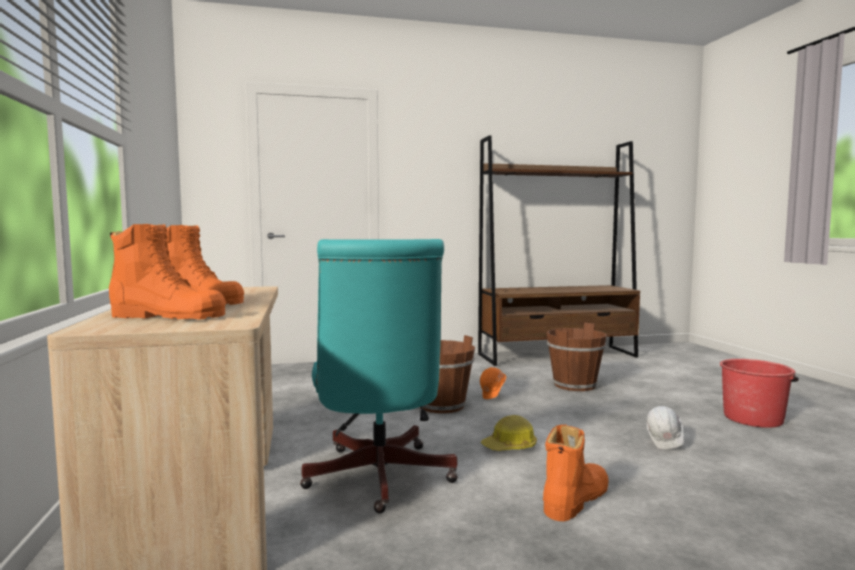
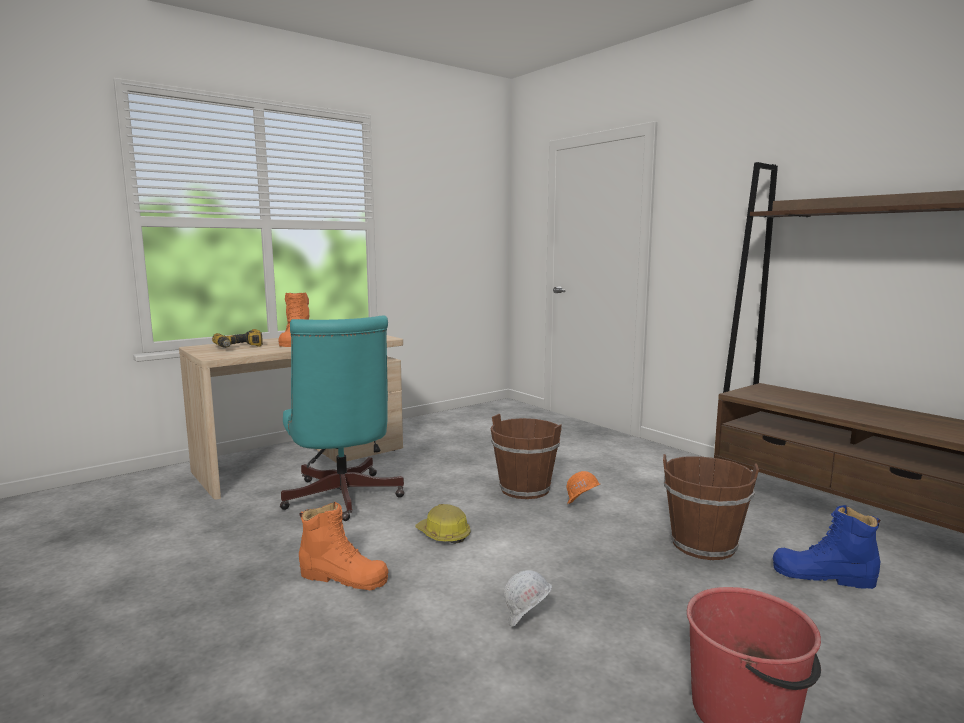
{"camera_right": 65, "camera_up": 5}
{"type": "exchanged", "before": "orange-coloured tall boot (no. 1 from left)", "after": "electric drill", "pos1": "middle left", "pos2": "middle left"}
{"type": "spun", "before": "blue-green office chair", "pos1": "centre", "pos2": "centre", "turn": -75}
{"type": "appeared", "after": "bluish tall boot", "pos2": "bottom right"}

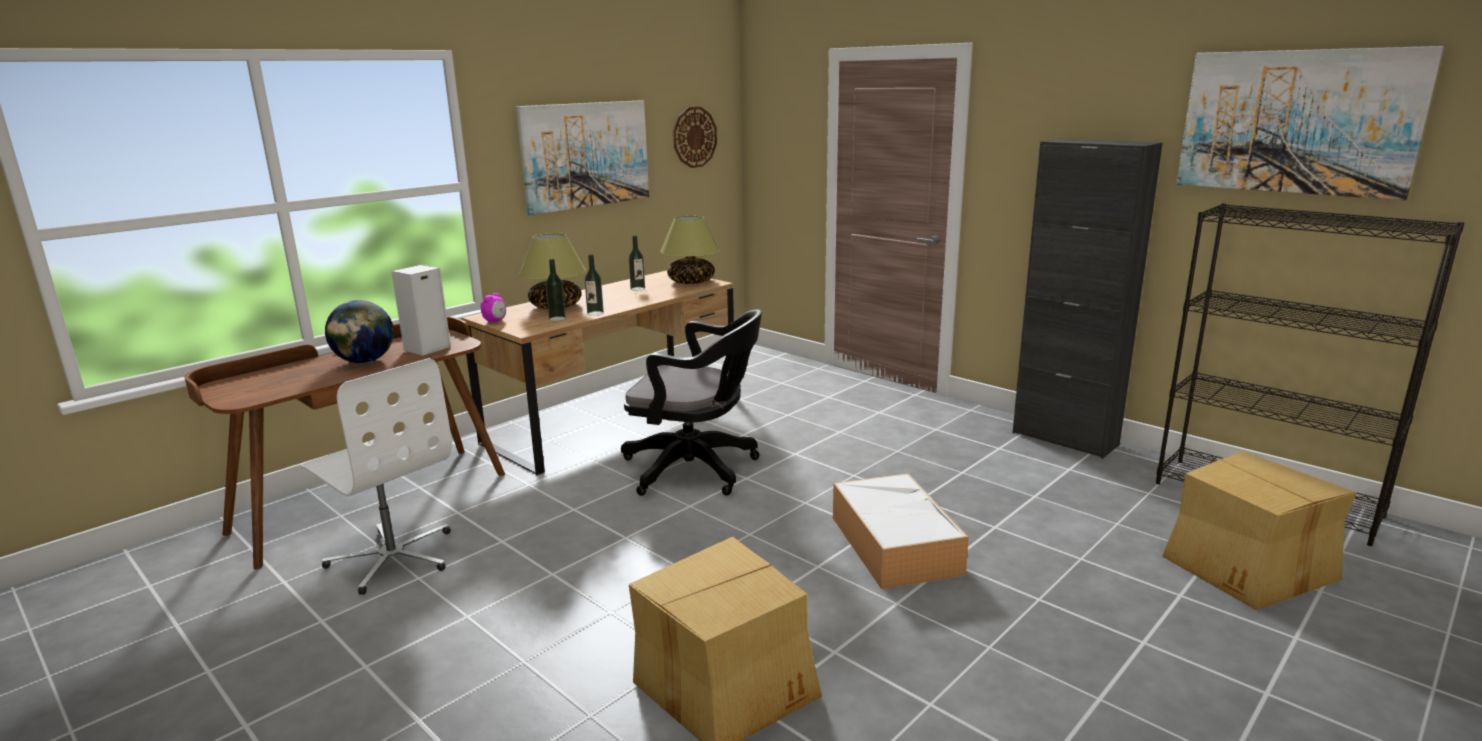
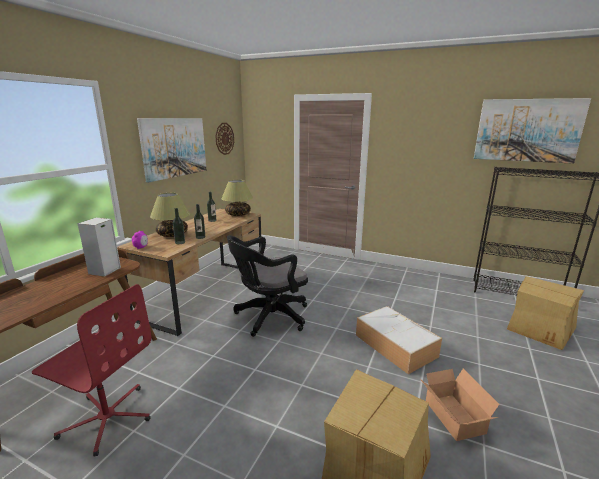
{"camera_right": -20, "camera_up": 0}
{"type": "missing", "before": "black-coloured cupboard", "pos1": "middle right"}
{"type": "missing", "before": "world globe", "pos1": "middle left"}
{"type": "spun", "before": "black-coloured office chair", "pos1": "centre", "pos2": "centre", "turn": 150}
{"type": "colour", "before": "white-coloured office chair", "after": "reddish office chair", "pos1": "middle left", "pos2": "bottom left"}
{"type": "appeared", "after": "packing box (no. 2 from left)", "pos2": "bottom right"}

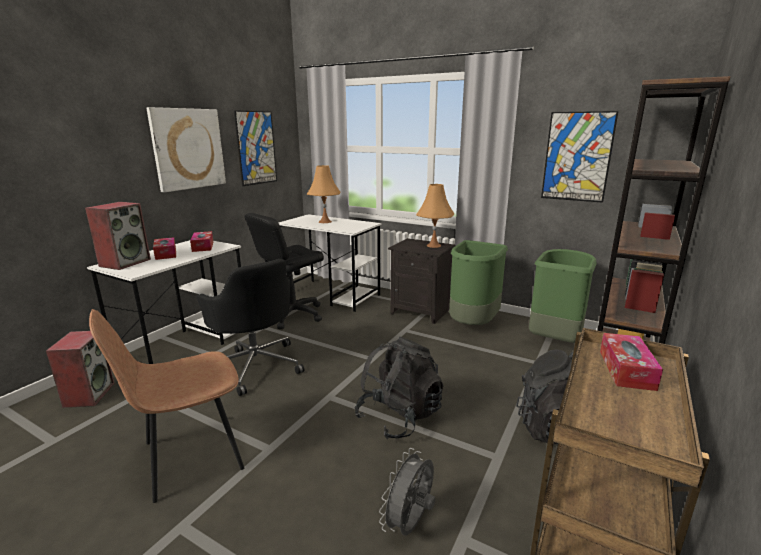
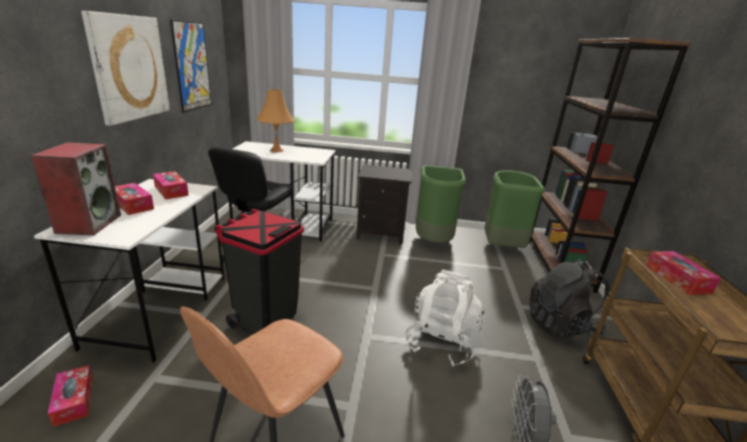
{"camera_right": -25, "camera_up": 5}
{"type": "missing", "before": "wall art (no. 3 from left)", "pos1": "top right"}
{"type": "missing", "before": "orange-coloured lamp for a table (no. 2 from left)", "pos1": "centre"}
{"type": "exchanged", "before": "black-coloured office chair (no. 1 from left)", "after": "black-coloured waste bin", "pos1": "middle left", "pos2": "centre"}
{"type": "exchanged", "before": "loudspeaker (no. 1 from left)", "after": "tissue box (no. 1 from left)", "pos1": "middle left", "pos2": "bottom left"}
{"type": "colour", "before": "black-coloured knapsack (no. 1 from left)", "after": "white-coloured knapsack", "pos1": "bottom centre", "pos2": "bottom centre"}

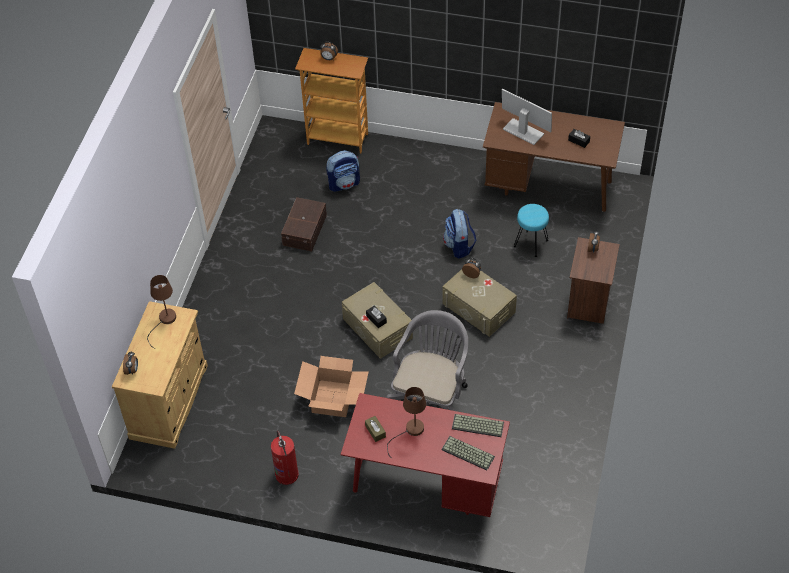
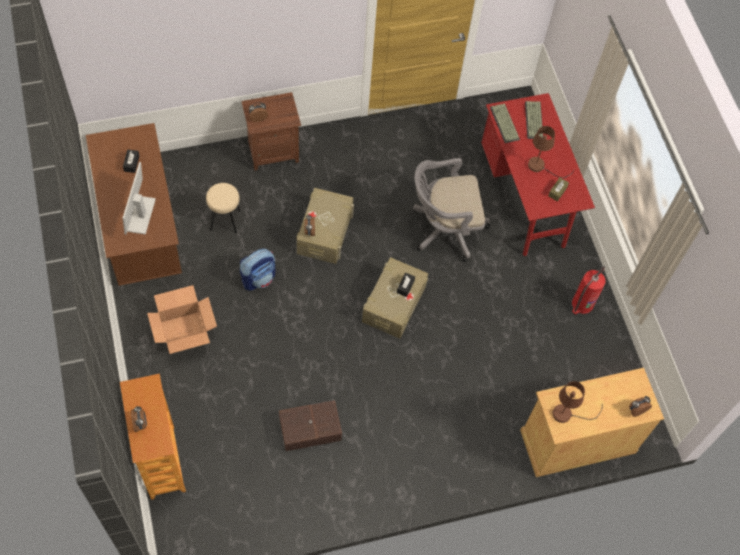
{"camera_right": -125, "camera_up": 10}
{"type": "missing", "before": "knapsack (no. 1 from left)", "pos1": "top centre"}
{"type": "colour", "before": "blue-green stool", "after": "sand-coloured stool", "pos1": "middle right", "pos2": "middle left"}
{"type": "relocated", "before": "packing box", "pos1": "bottom centre", "pos2": "middle left"}

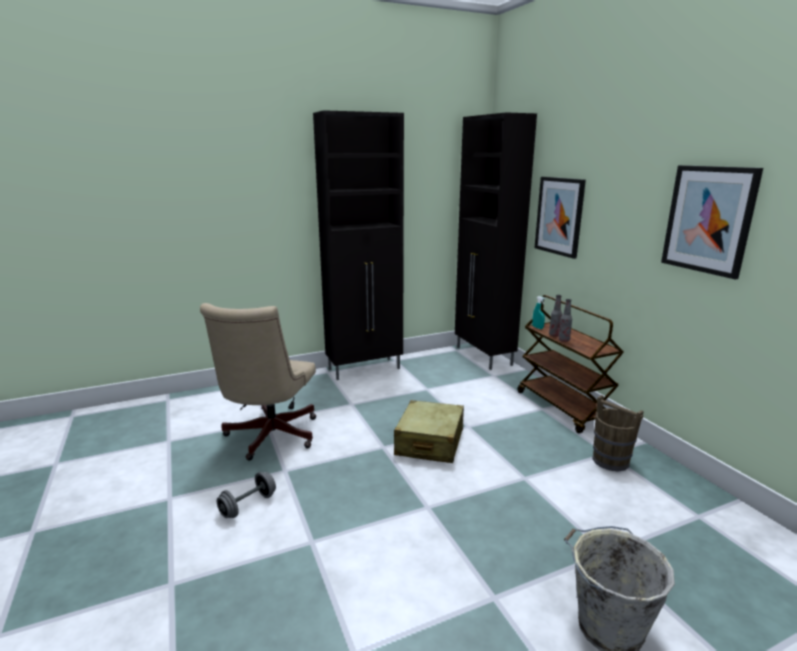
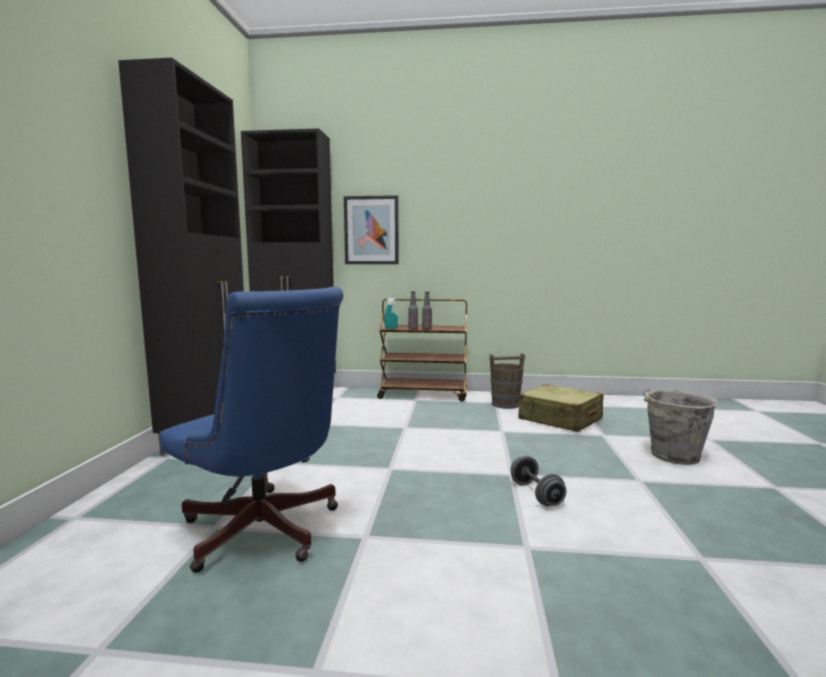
{"camera_right": -60, "camera_up": -10}
{"type": "missing", "before": "wall art (no. 2 from left)", "pos1": "middle right"}
{"type": "colour", "before": "sand-coloured office chair", "after": "bluish office chair", "pos1": "middle left", "pos2": "middle left"}
{"type": "relocated", "before": "sand-coloured piece of luggage", "pos1": "centre", "pos2": "middle right"}
{"type": "relocated", "before": "gray hand weight", "pos1": "bottom left", "pos2": "bottom centre"}

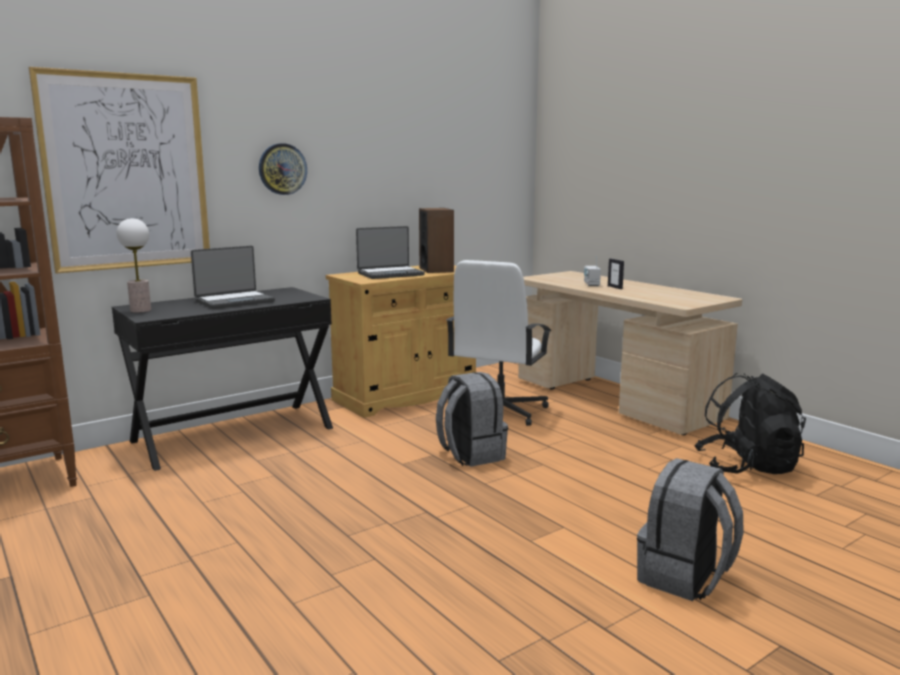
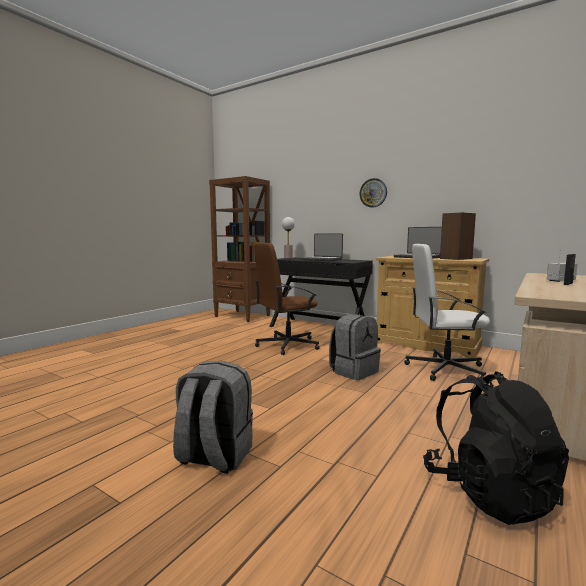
{"camera_right": 70, "camera_up": -5}
{"type": "missing", "before": "wall art", "pos1": "top left"}
{"type": "appeared", "after": "brown-coloured office chair", "pos2": "centre"}

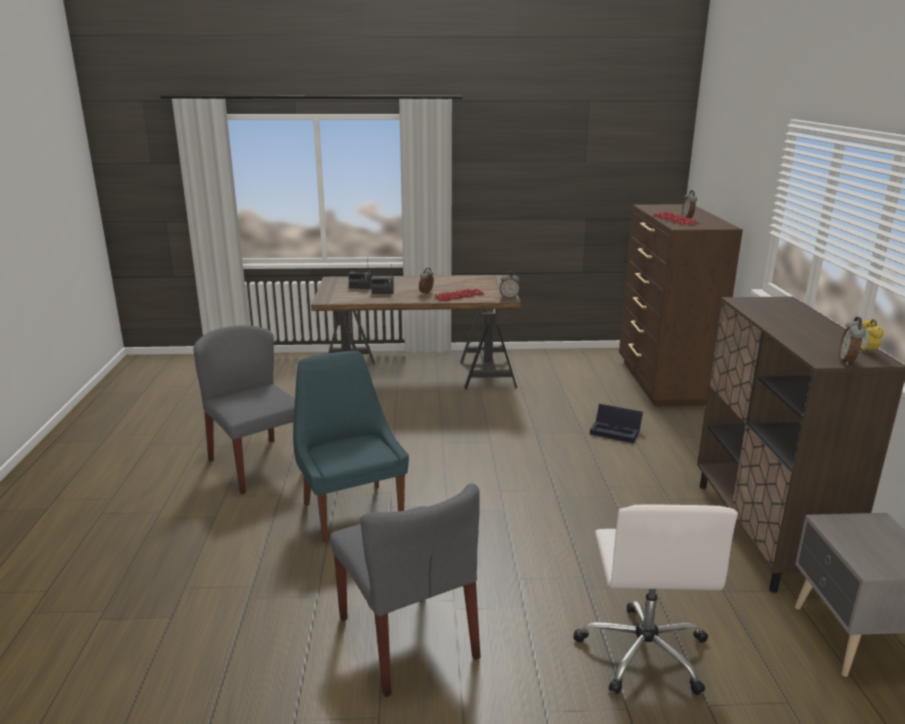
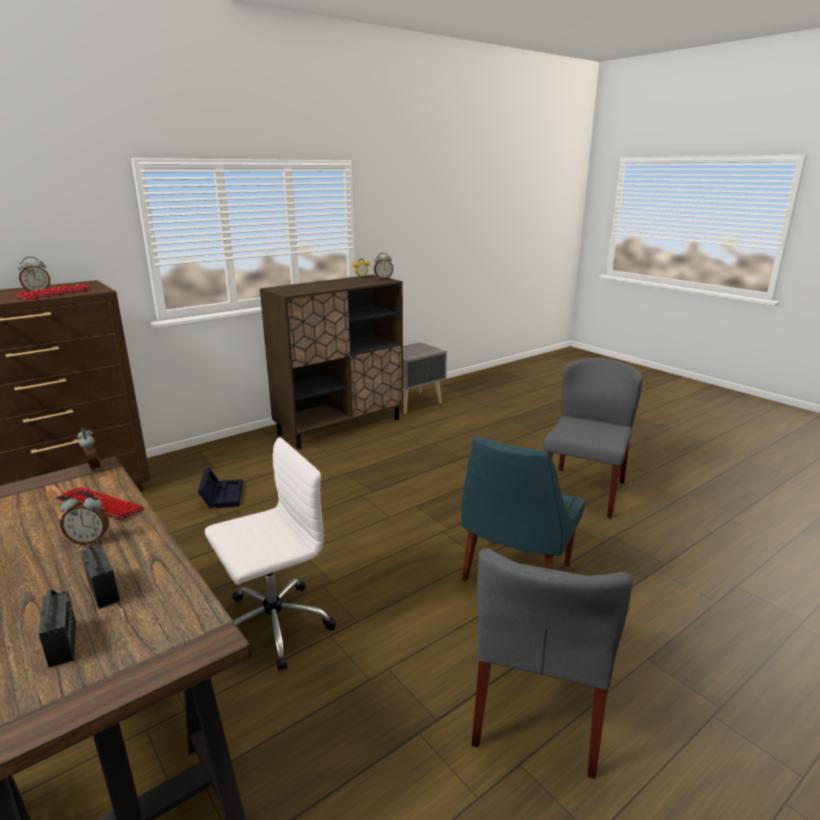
{"camera_right": -125, "camera_up": 0}
{"type": "relocated", "before": "white-coloured office chair", "pos1": "bottom right", "pos2": "bottom left"}

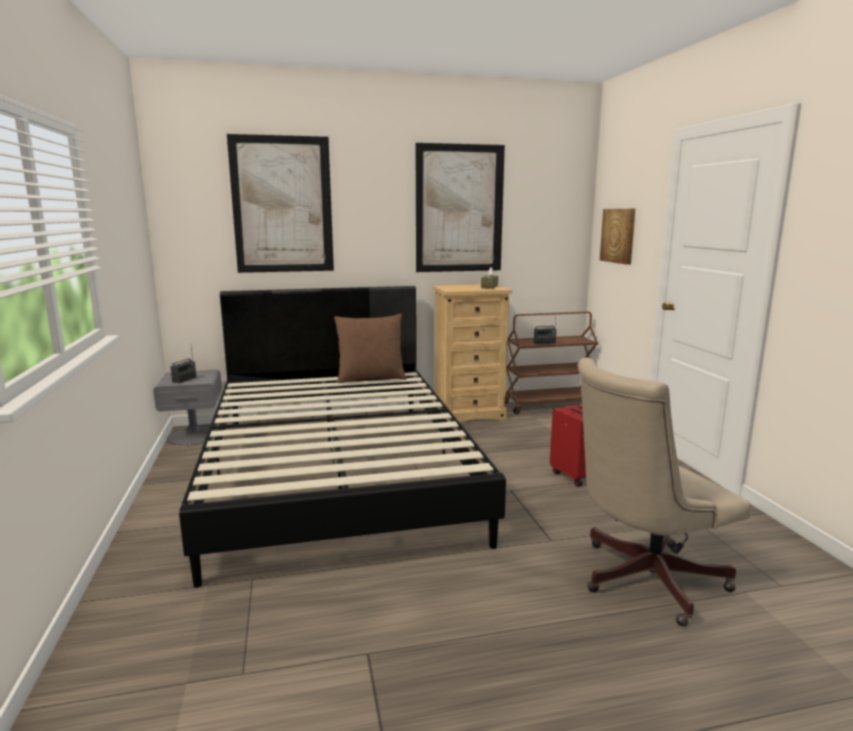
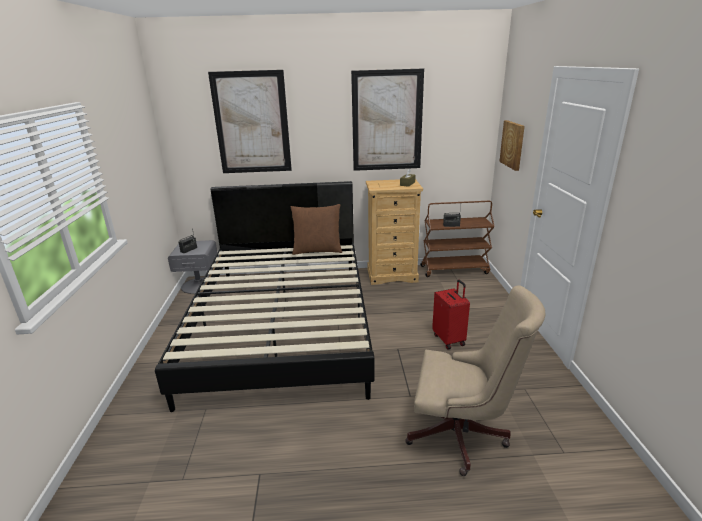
{"camera_right": 10, "camera_up": 10}
{"type": "spun", "before": "sand-coloured office chair", "pos1": "bottom right", "pos2": "bottom right", "turn": -150}

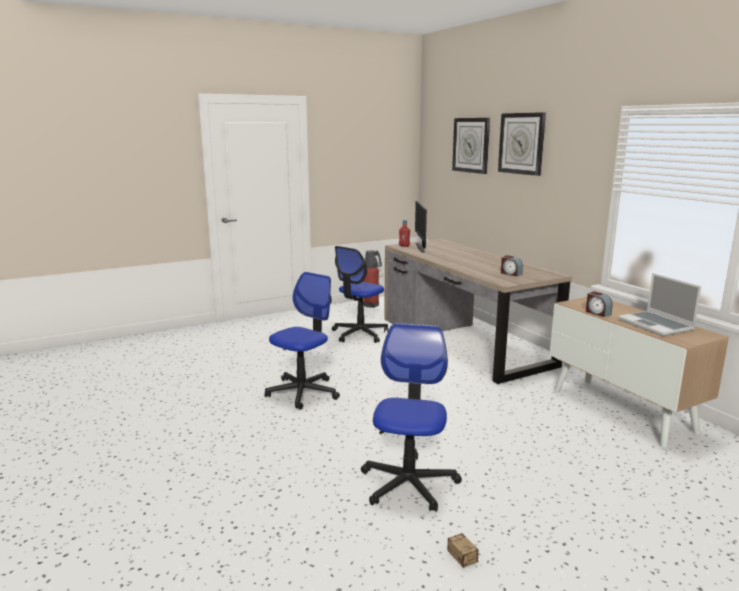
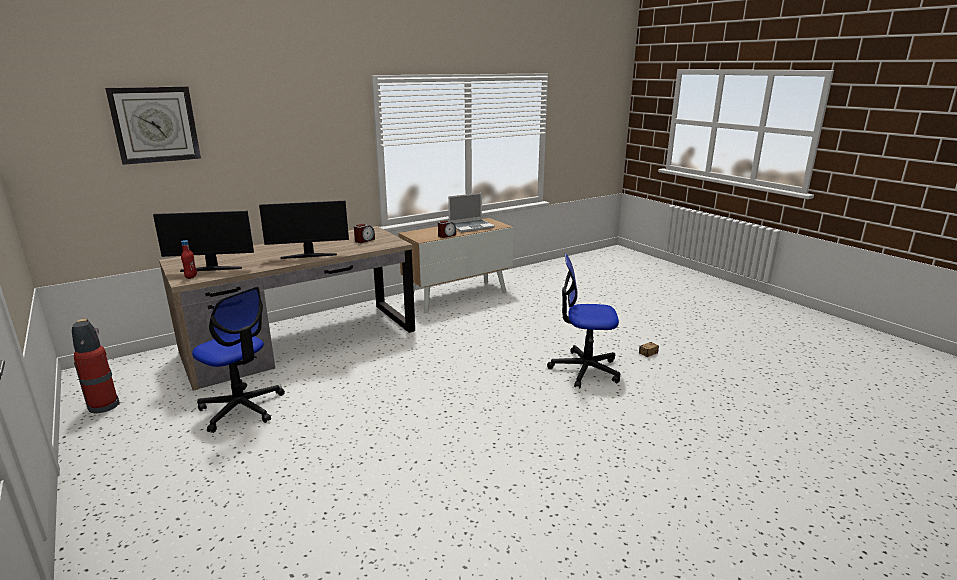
{"camera_right": -95, "camera_up": 5}
{"type": "missing", "before": "clock on the wall (no. 2 from left)", "pos1": "top right"}
{"type": "missing", "before": "office chair (no. 1 from left)", "pos1": "centre"}
{"type": "appeared", "after": "monitor (no. 2 from left)", "pos2": "middle left"}

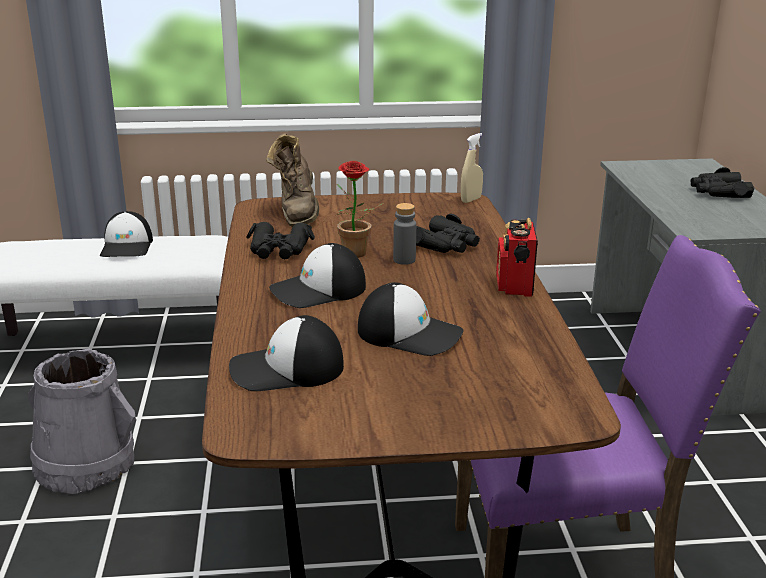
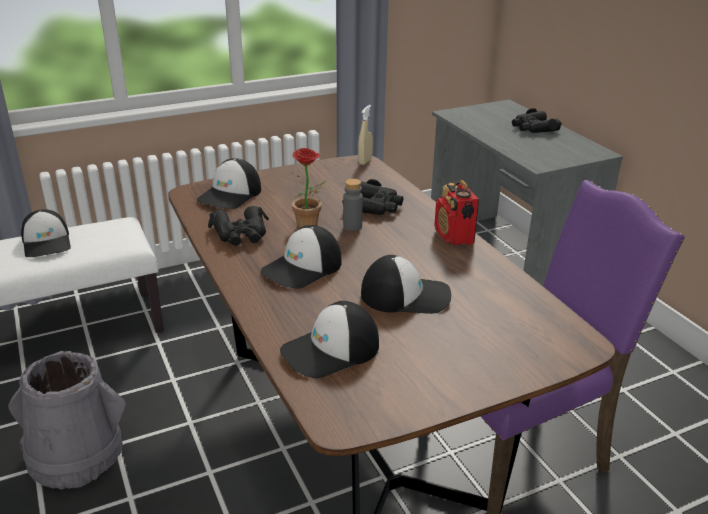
{"camera_right": -20, "camera_up": 5}
{"type": "exchanged", "before": "brown-coloured tall boot", "after": "peaked cap (no. 2 from left)", "pos1": "top centre", "pos2": "middle left"}

